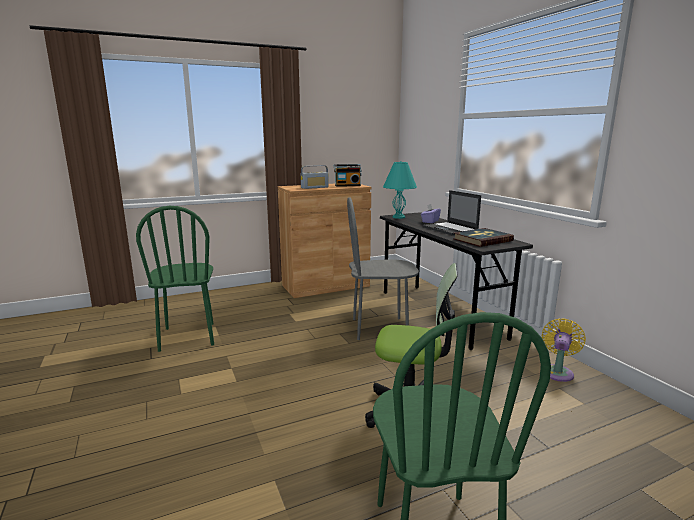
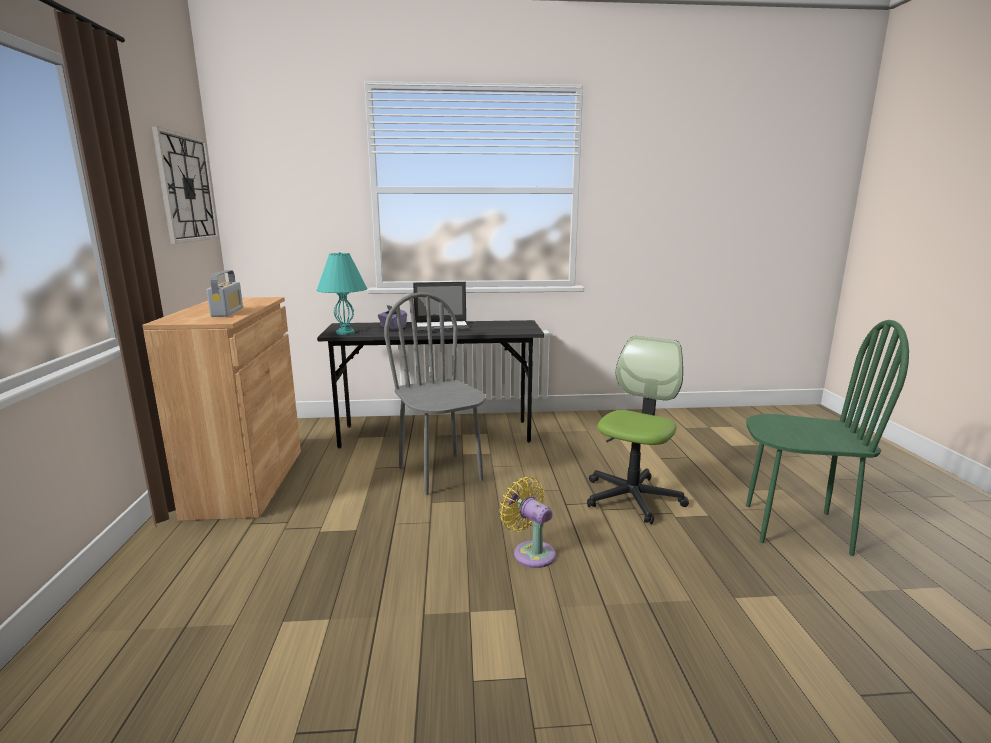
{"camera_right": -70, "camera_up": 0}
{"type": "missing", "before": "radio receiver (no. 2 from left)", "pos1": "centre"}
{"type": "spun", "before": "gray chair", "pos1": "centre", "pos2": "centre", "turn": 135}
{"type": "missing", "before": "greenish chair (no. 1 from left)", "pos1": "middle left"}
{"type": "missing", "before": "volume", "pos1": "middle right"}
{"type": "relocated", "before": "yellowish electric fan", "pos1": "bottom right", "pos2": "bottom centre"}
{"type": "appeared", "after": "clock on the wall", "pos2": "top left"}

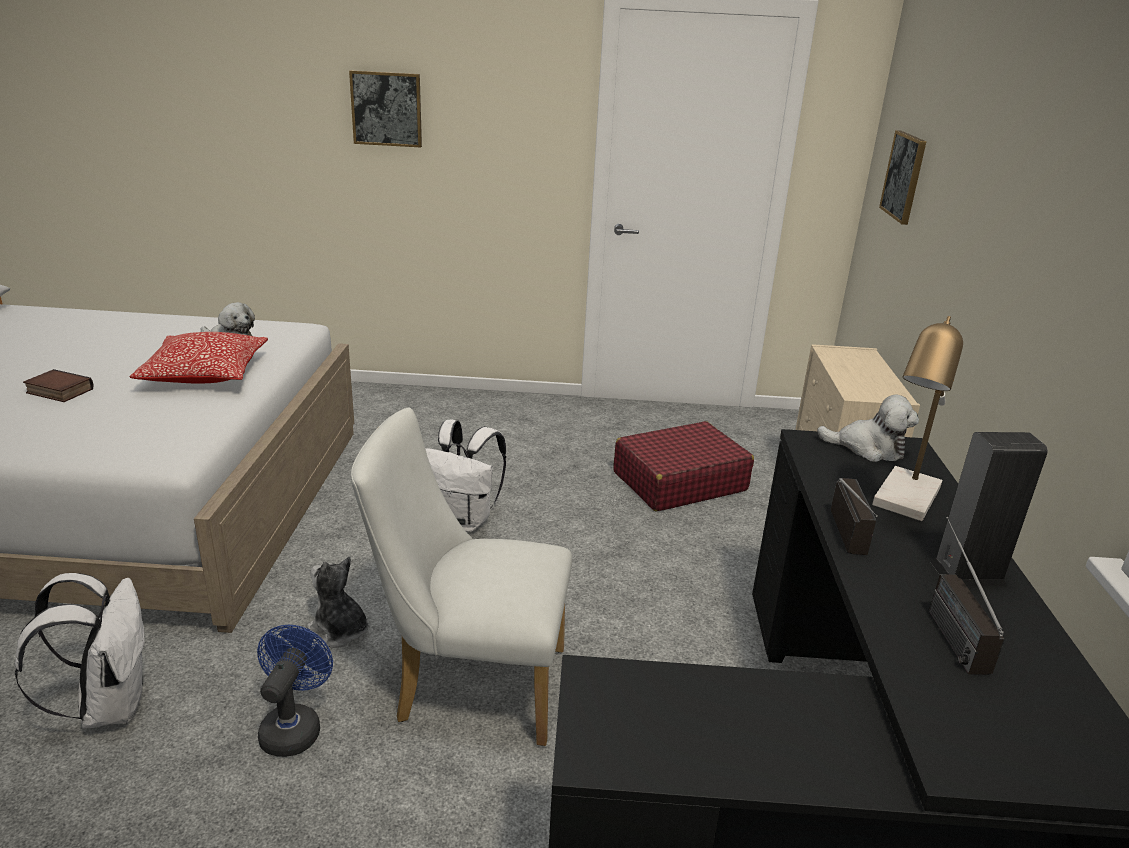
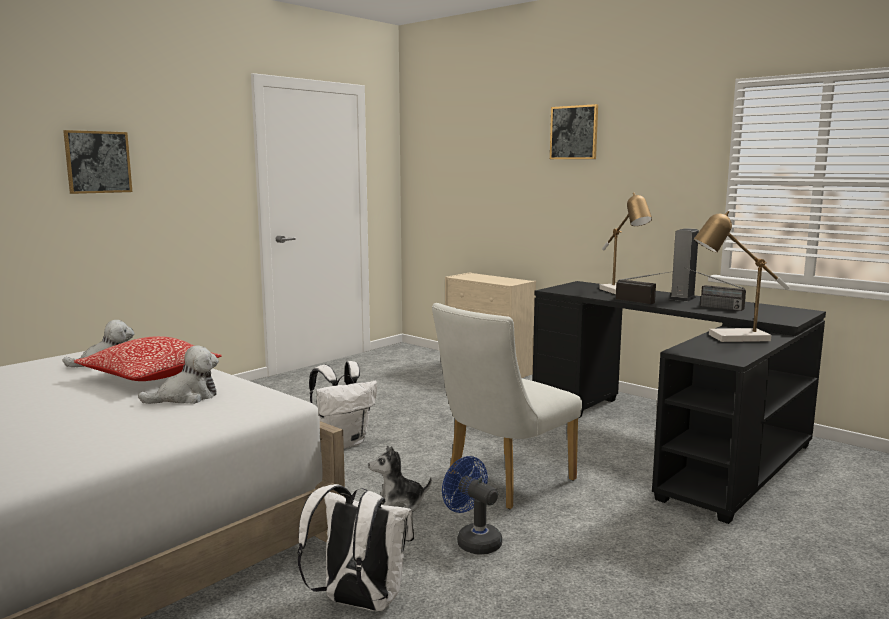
{"camera_right": -50, "camera_up": -15}
{"type": "relocated", "before": "wall art (no. 2 from left)", "pos1": "top right", "pos2": "top centre"}
{"type": "missing", "before": "volume", "pos1": "middle left"}
{"type": "relocated", "before": "soft toy (no. 3 from left in the first image)", "after": "soft toy (no. 2 from left)", "pos1": "middle right", "pos2": "middle left"}
{"type": "missing", "before": "reddish piece of luggage", "pos1": "centre"}
{"type": "appeared", "after": "lamp for a table (no. 2 from left)", "pos2": "middle right"}

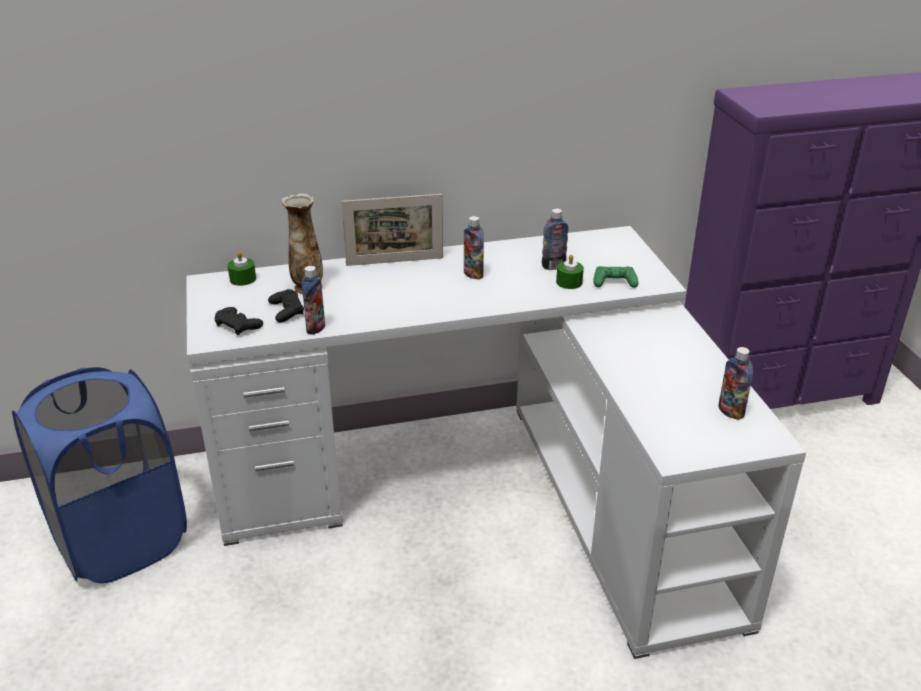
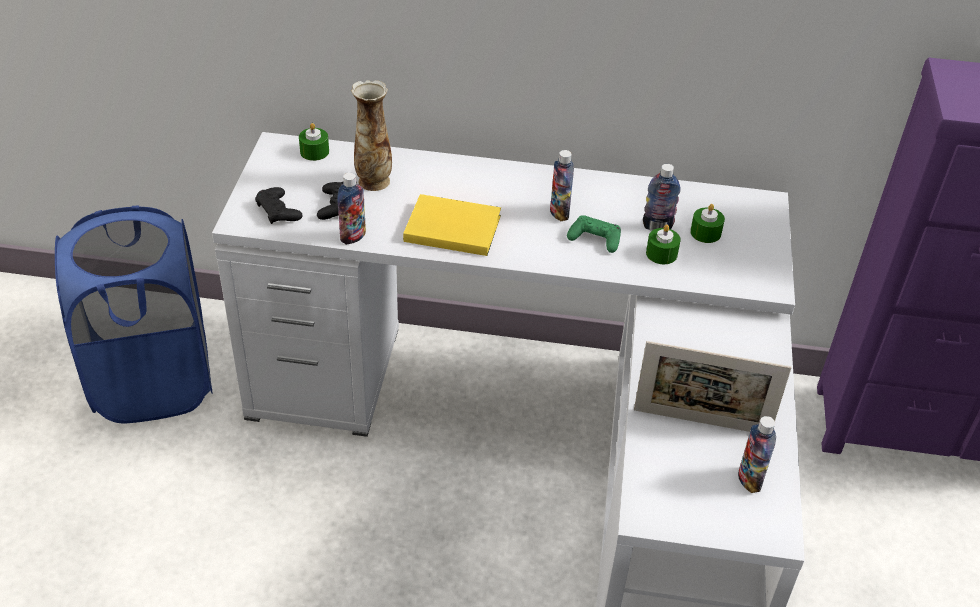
{"camera_right": 20, "camera_up": 10}
{"type": "relocated", "before": "photo frame", "pos1": "top centre", "pos2": "middle right"}
{"type": "relocated", "before": "greenish game controller", "pos1": "middle right", "pos2": "centre"}
{"type": "appeared", "after": "yellowish volume", "pos2": "centre"}
{"type": "appeared", "after": "greenish wax light (no. 3 from left)", "pos2": "middle right"}

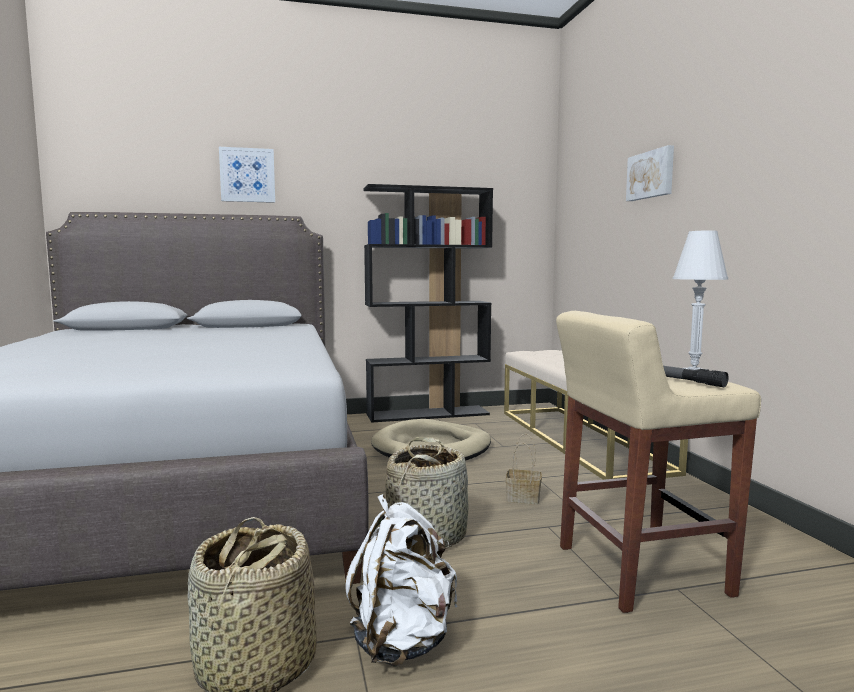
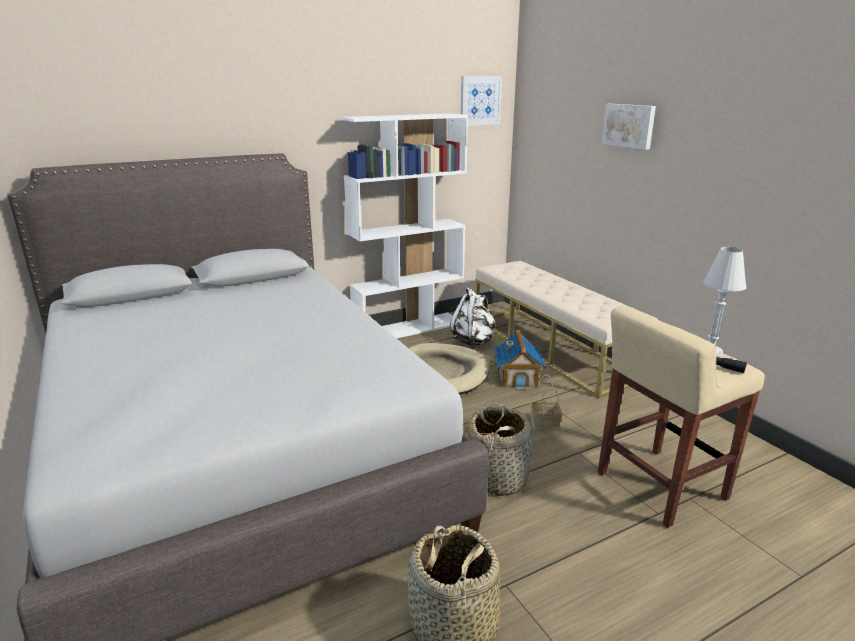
{"camera_right": -15, "camera_up": 15}
{"type": "relocated", "before": "wall art (no. 1 from left)", "pos1": "top left", "pos2": "top centre"}
{"type": "colour", "before": "black-coloured shelving unit", "after": "white-coloured shelving unit", "pos1": "centre", "pos2": "centre"}
{"type": "relocated", "before": "white-coloured knapsack", "pos1": "bottom centre", "pos2": "centre"}
{"type": "appeared", "after": "toy house", "pos2": "centre"}

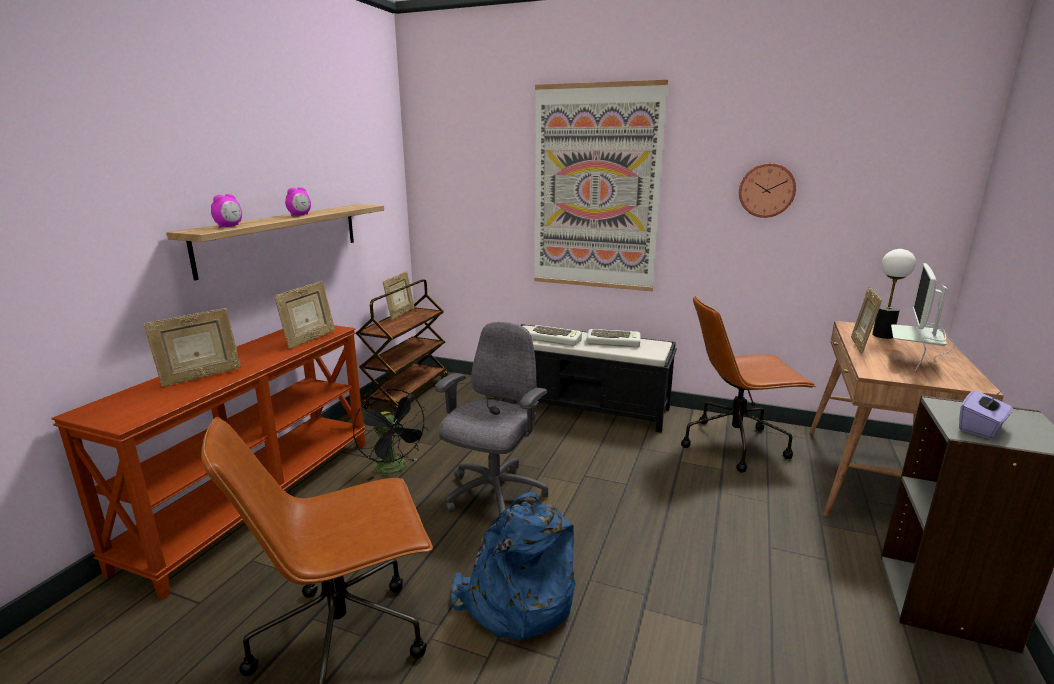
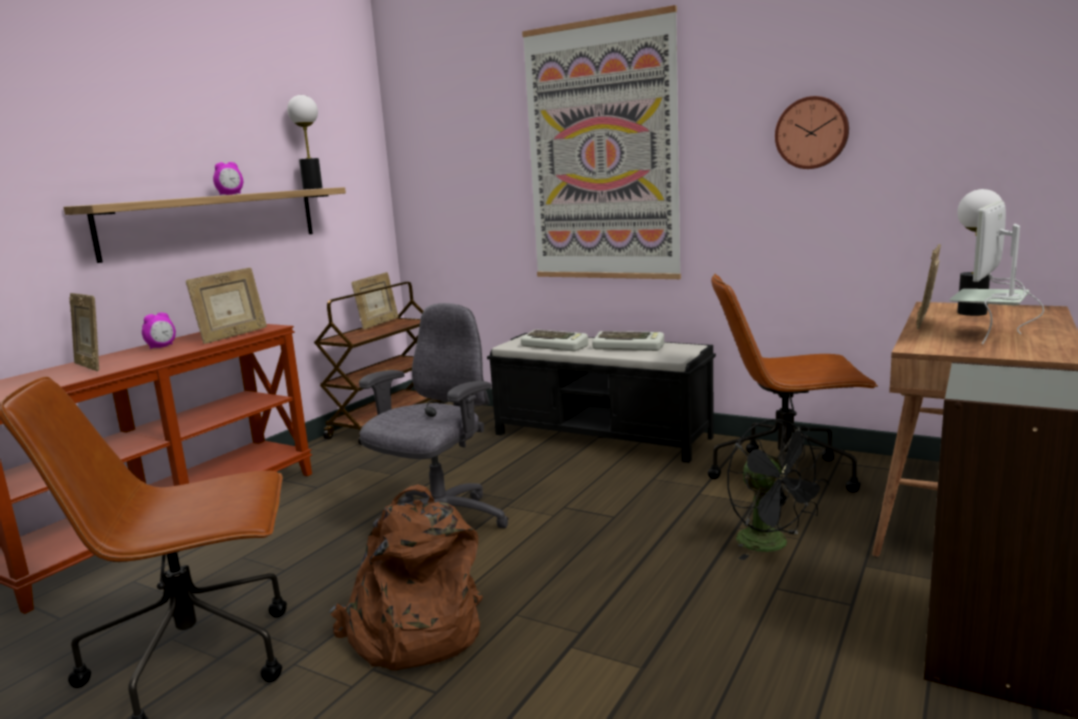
{"camera_right": 10, "camera_up": -5}
{"type": "relocated", "before": "alarm clock (no. 1 from left)", "pos1": "top left", "pos2": "middle left"}
{"type": "spun", "before": "photo frame (no. 1 from left)", "pos1": "middle left", "pos2": "middle left", "turn": 75}
{"type": "relocated", "before": "black-coloured electric fan", "pos1": "centre", "pos2": "bottom right"}
{"type": "missing", "before": "purple-coloured tissue box", "pos1": "middle right"}
{"type": "colour", "before": "bluish knapsack", "after": "brown-coloured knapsack", "pos1": "bottom centre", "pos2": "bottom centre"}
{"type": "appeared", "after": "lamp for a table (no. 1 from left)", "pos2": "top left"}

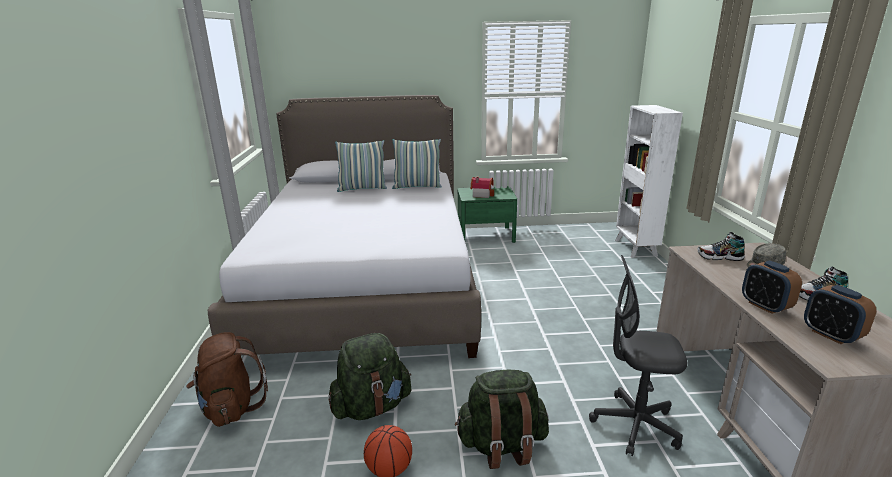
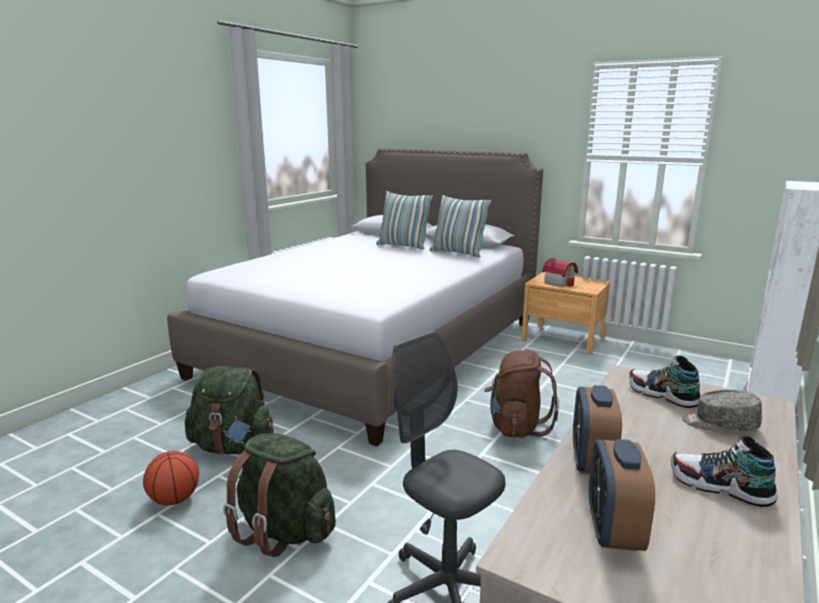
{"camera_right": 35, "camera_up": -5}
{"type": "colour", "before": "greenish night table", "after": "brown-coloured night table", "pos1": "centre", "pos2": "middle right"}
{"type": "relocated", "before": "brown-coloured knapsack", "pos1": "bottom left", "pos2": "centre"}

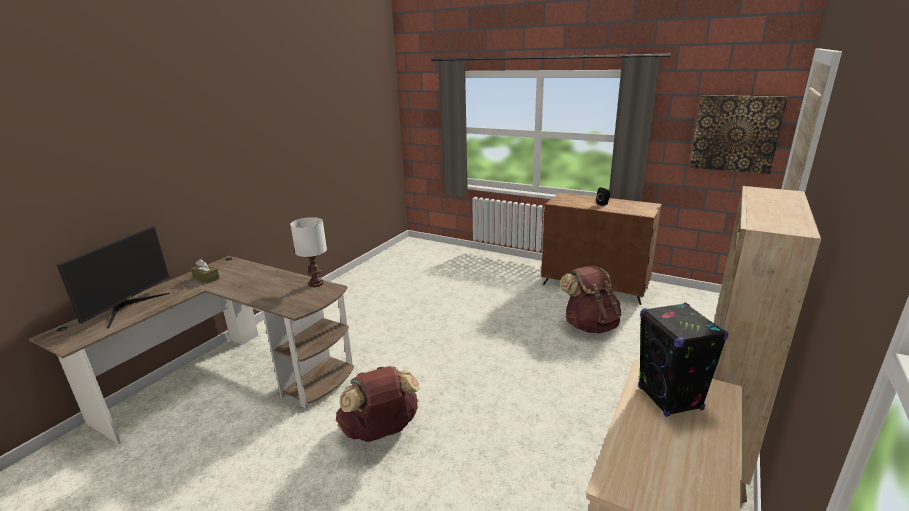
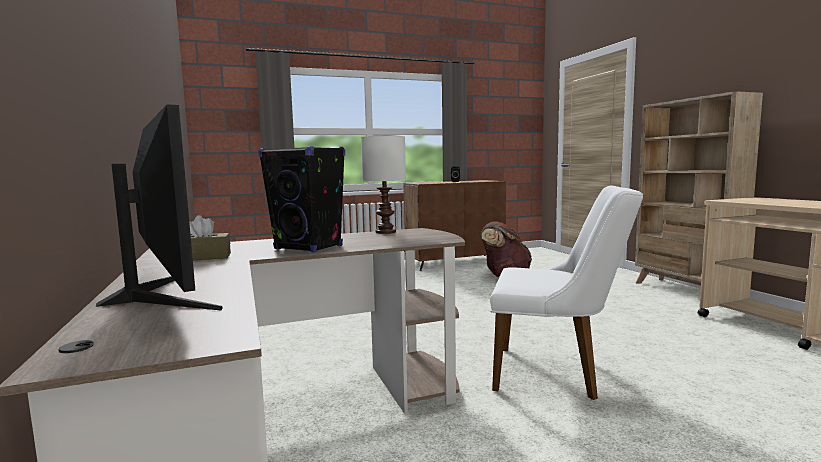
{"camera_right": -50, "camera_up": -15}
{"type": "missing", "before": "wall art", "pos1": "top right"}
{"type": "relocated", "before": "black-coloured loudspeaker (no. 2 from left in the first image)", "after": "black-coloured loudspeaker (no. 1 from left)", "pos1": "bottom right", "pos2": "centre"}
{"type": "exchanged", "before": "brown-coloured knapsack (no. 1 from left)", "after": "white-coloured chair", "pos1": "bottom centre", "pos2": "middle right"}

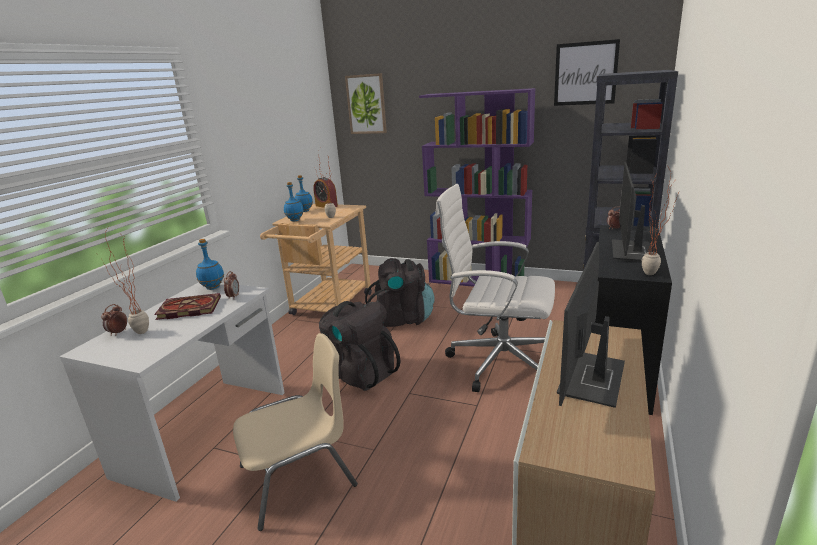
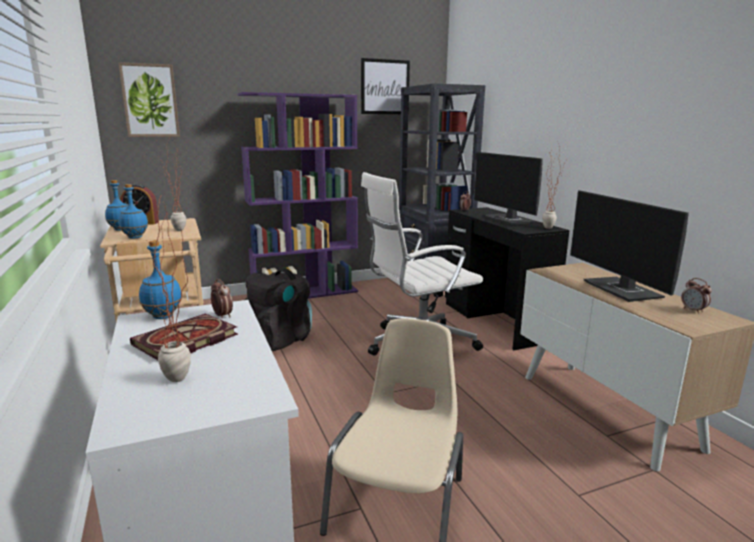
{"camera_right": -45, "camera_up": -5}
{"type": "missing", "before": "black-coloured knapsack (no. 1 from left)", "pos1": "centre"}
{"type": "relocated", "before": "alarm clock (no. 1 from left in the first image)", "after": "alarm clock (no. 4 from left)", "pos1": "middle left", "pos2": "middle right"}

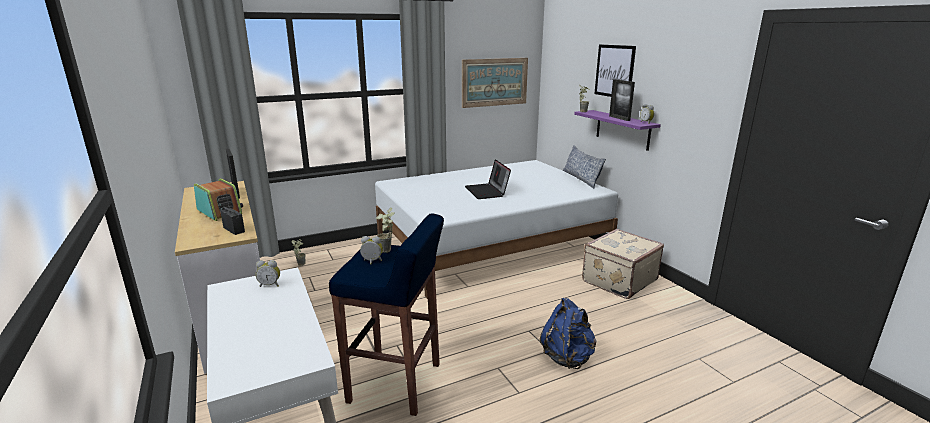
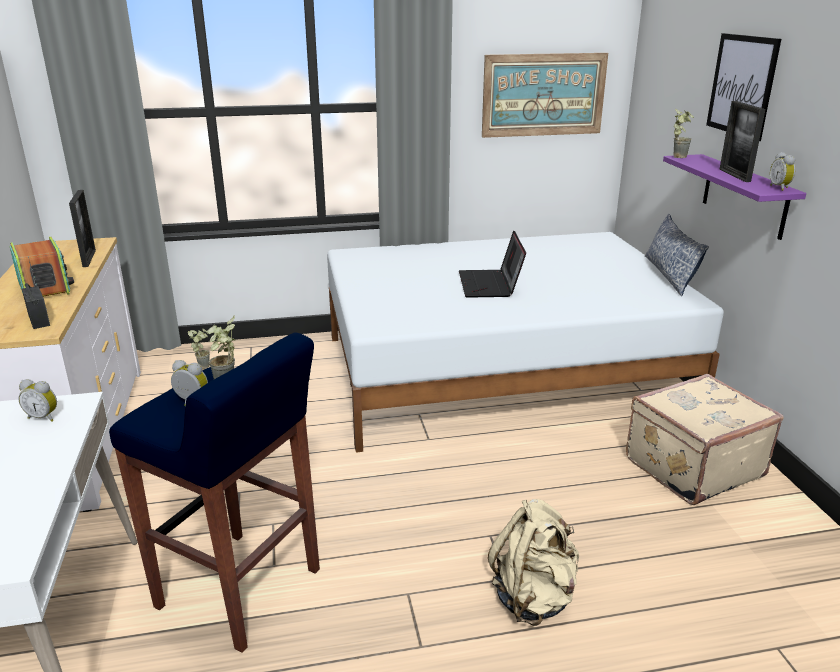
{"camera_right": 15, "camera_up": 5}
{"type": "colour", "before": "bluish knapsack", "after": "sand-coloured knapsack", "pos1": "bottom centre", "pos2": "bottom centre"}

